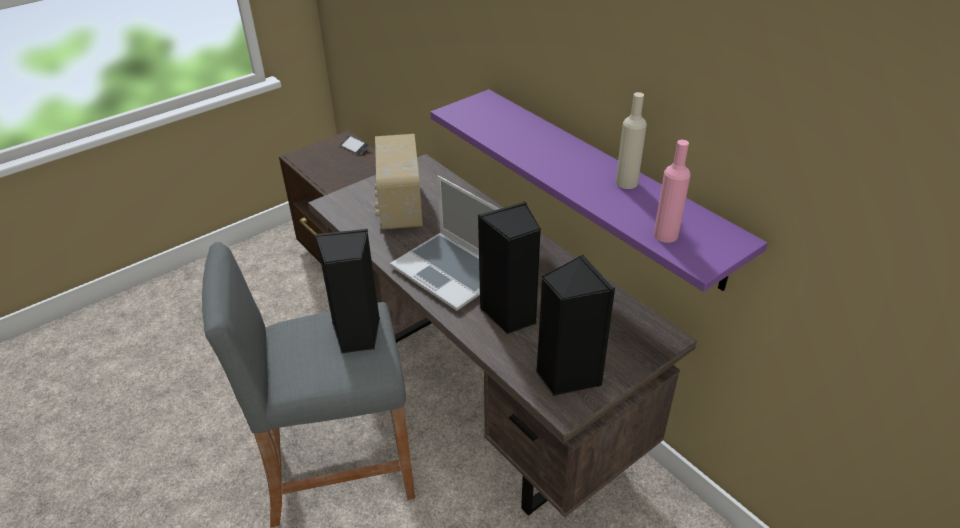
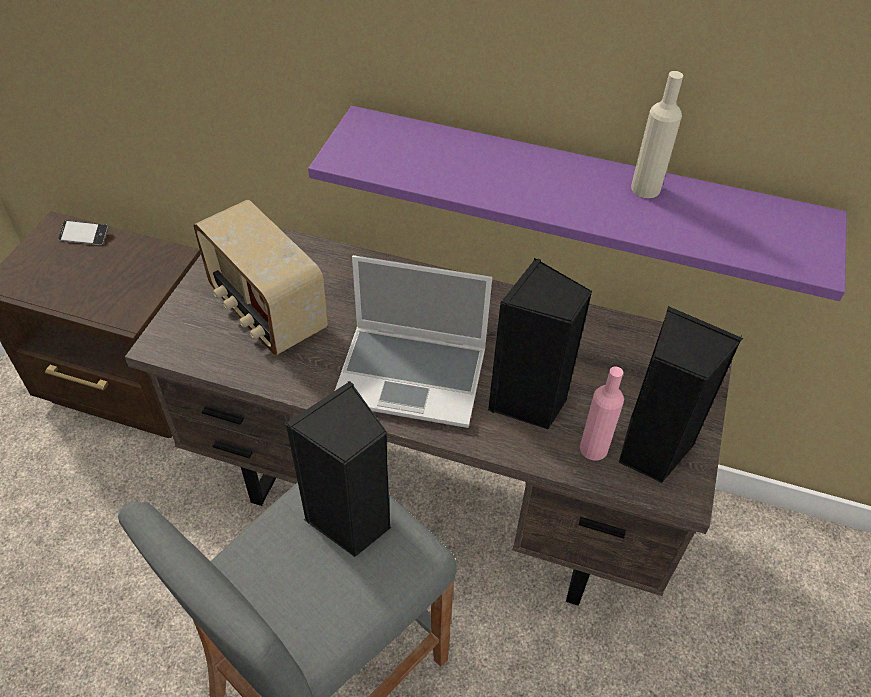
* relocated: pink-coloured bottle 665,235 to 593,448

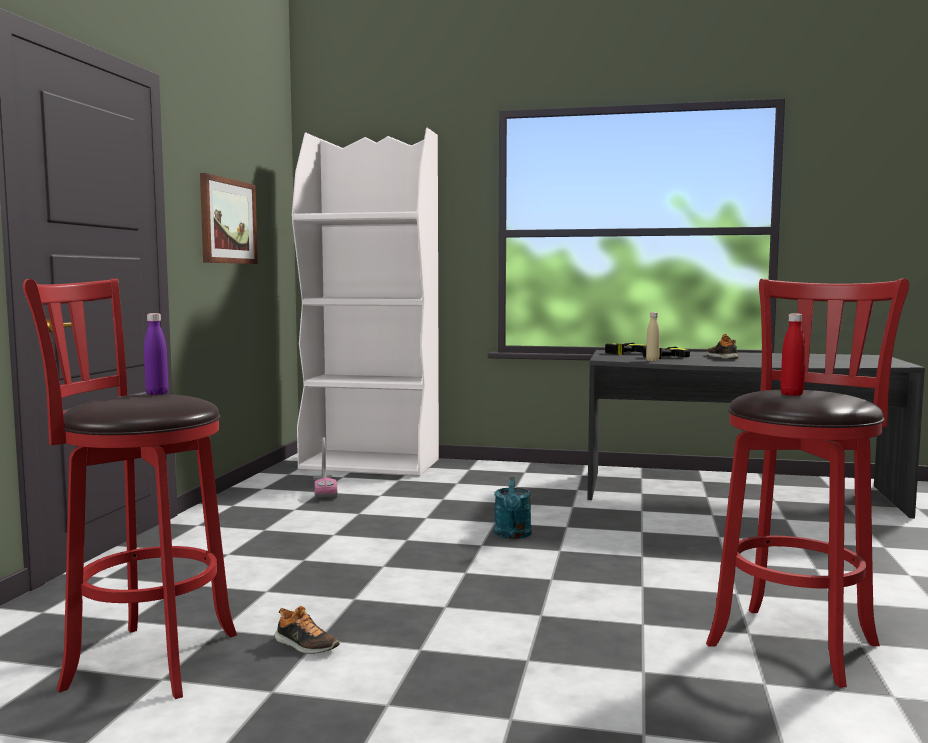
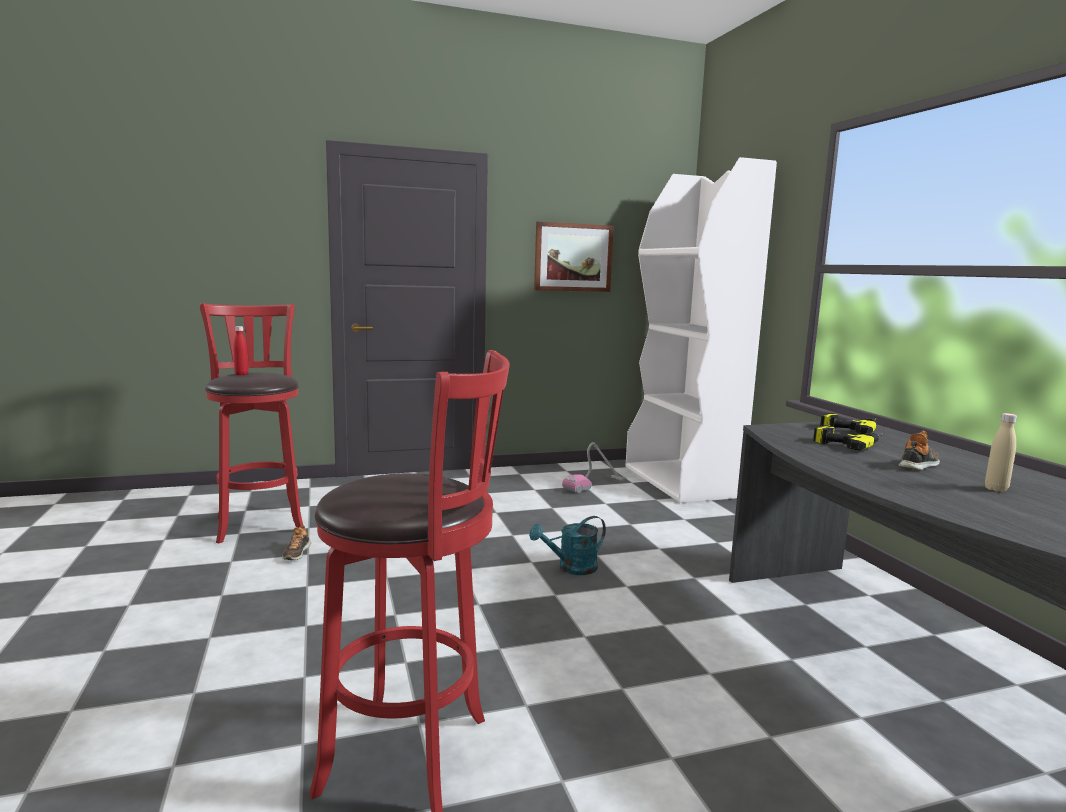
* missing: purple-coloured bottle 157,393
* relocated: sand-coloured bottle 652,360 to 996,489
* relocated: red bottle 791,394 to 241,374

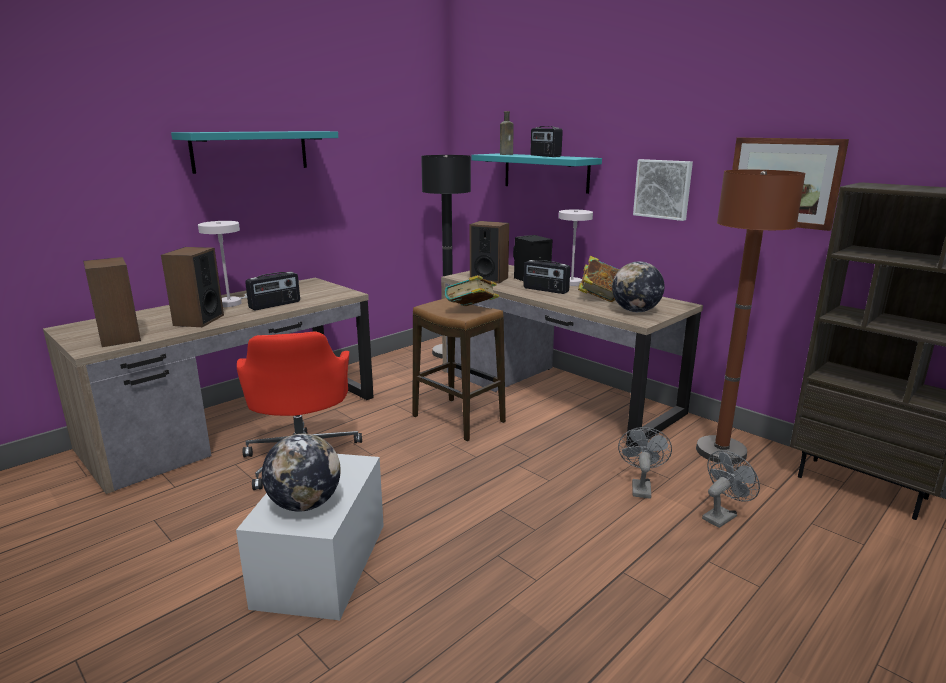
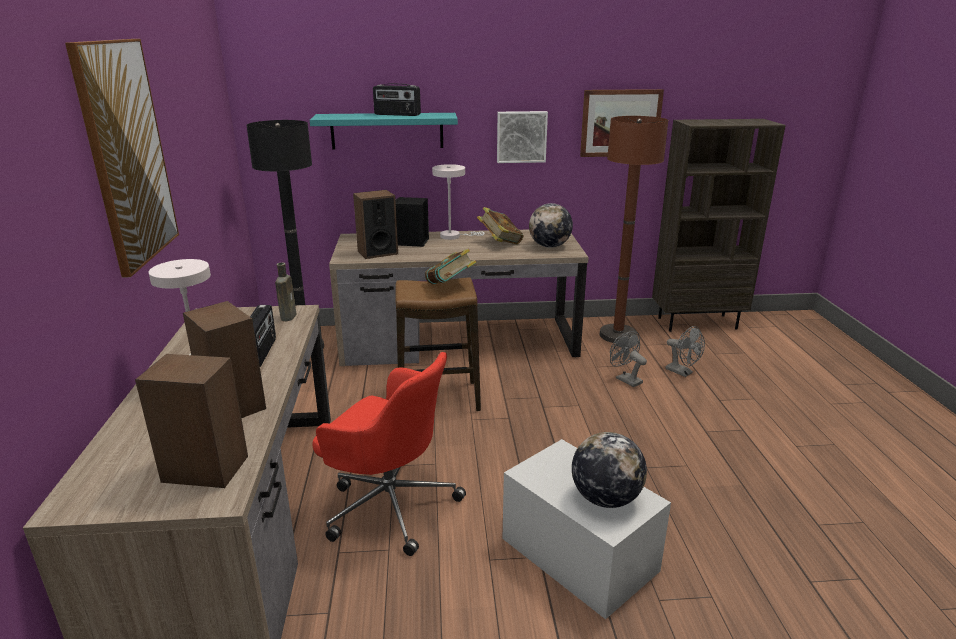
* exchanged: turquoise bracket shelf 250,151 to wall art 127,154
* relocated: brown bottle 507,154 to 289,316
* missing: radio set 545,290
* spun: greyish fan 722,515 = 682,372 135 degrees clockwise

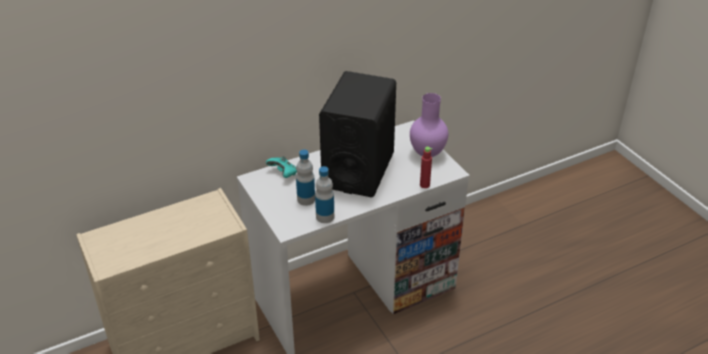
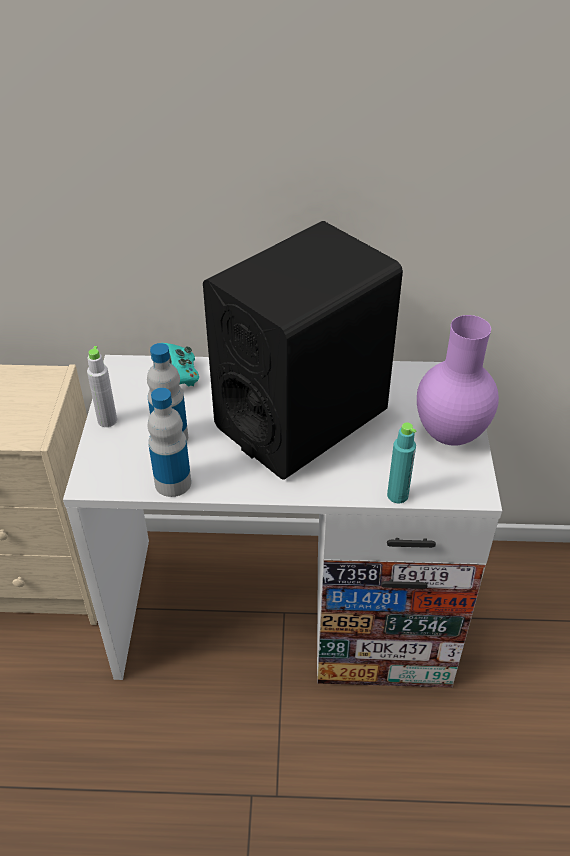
* colour: red bottle 424,185 to turquoise bottle 397,495
* appeared: greyish bottle 107,420

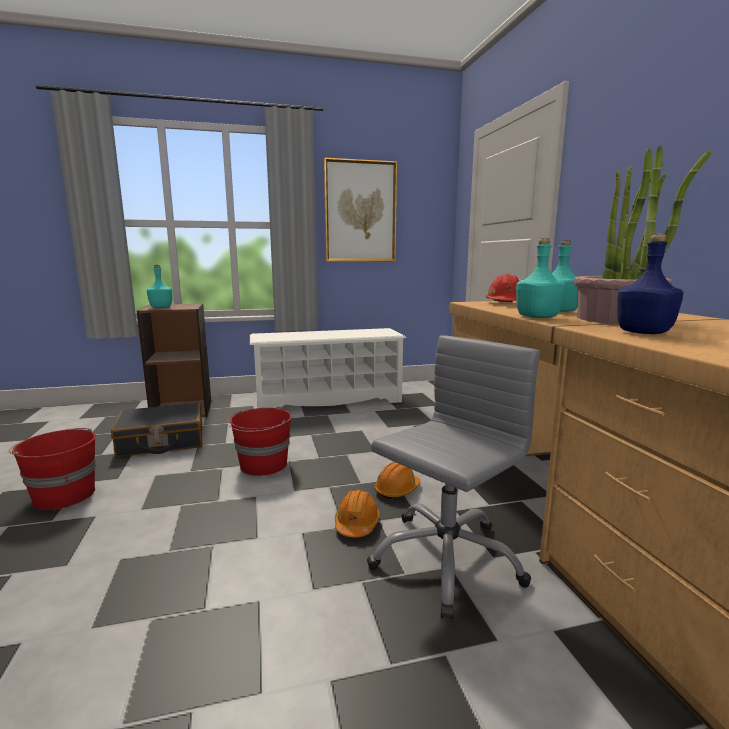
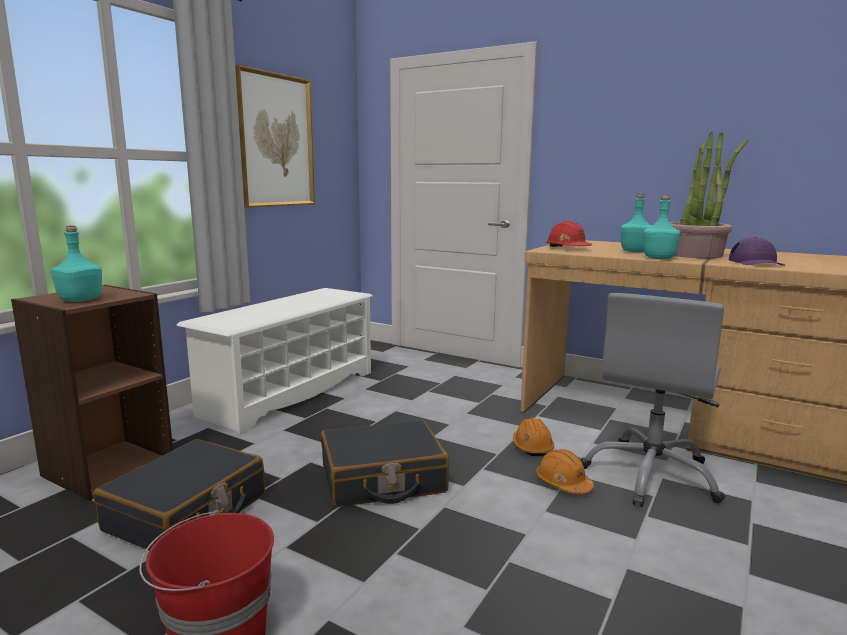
* exchanged: red pail 263,465 to black-coloured piece of luggage 382,479
* spun: greyish office chair 445,559 = 651,475 150 degrees counterclockwise
* exchanged: blue bottle 645,333 to purple-coloured baseball cap 756,262

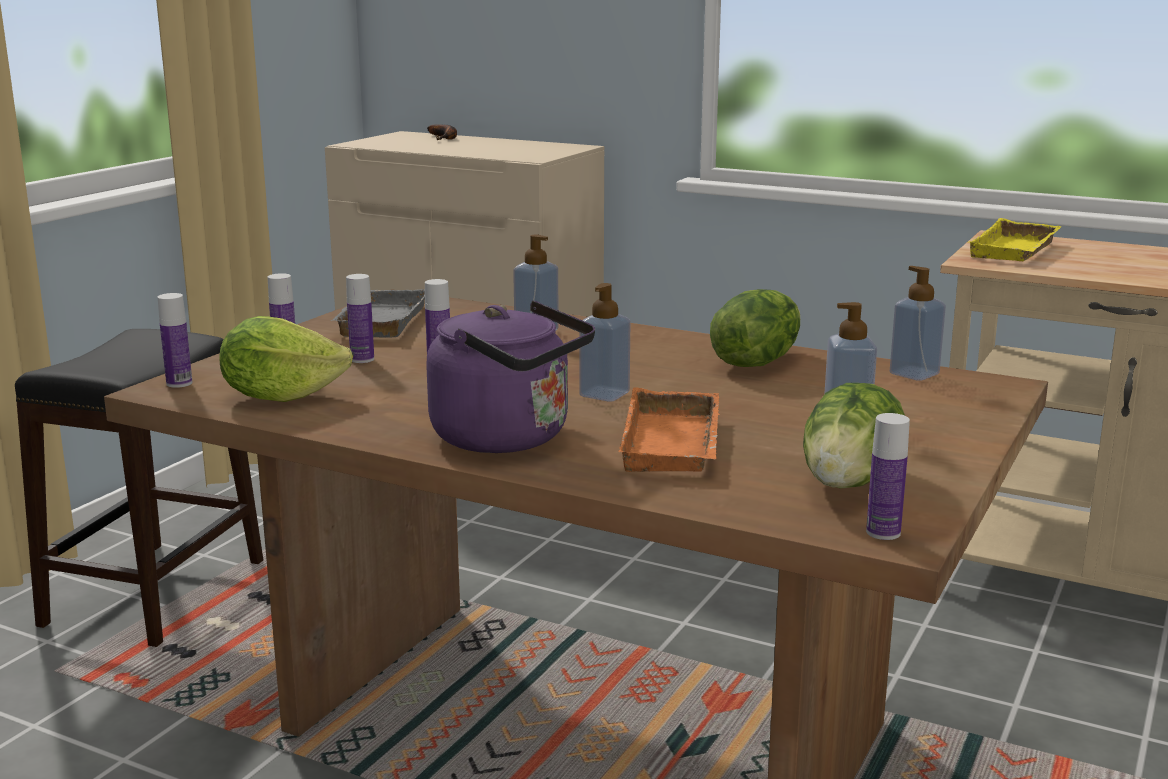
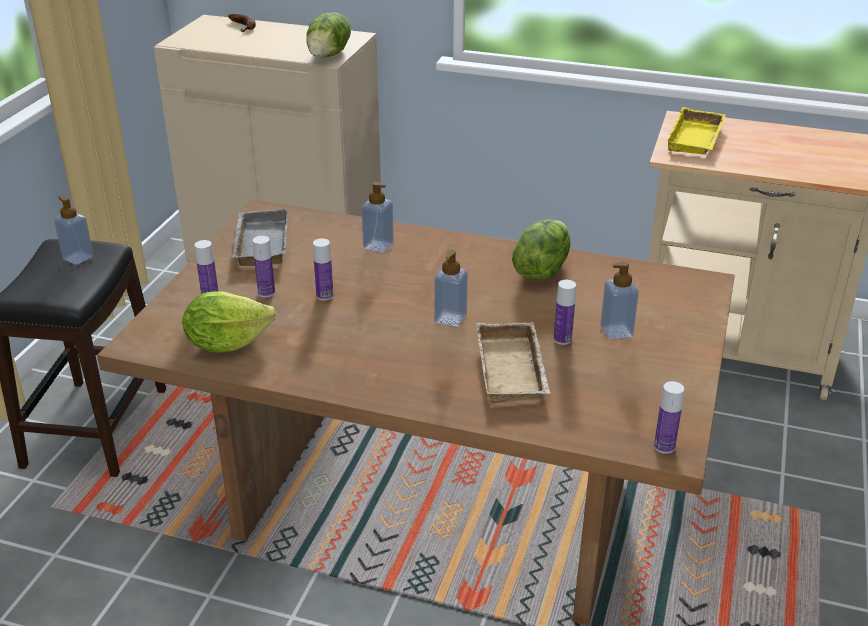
* relocated: bottle 179,383 to 562,339
* missing: purple-coloured water kettle 509,438
* colour: orangey serving tray 676,444 to sand-coloured serving tray 514,370
* relocated: lettuce 851,481 to 329,55
* relocated: liquid soap bottle 914,374 to 78,257

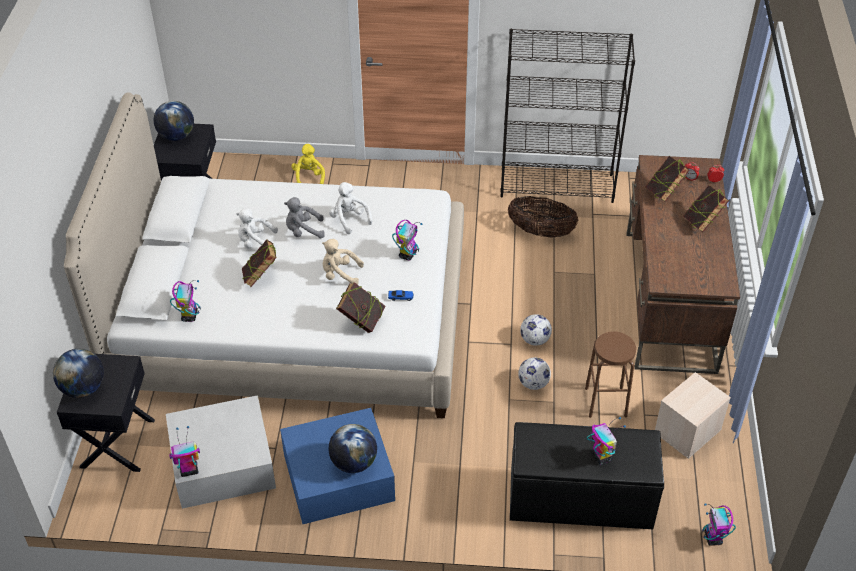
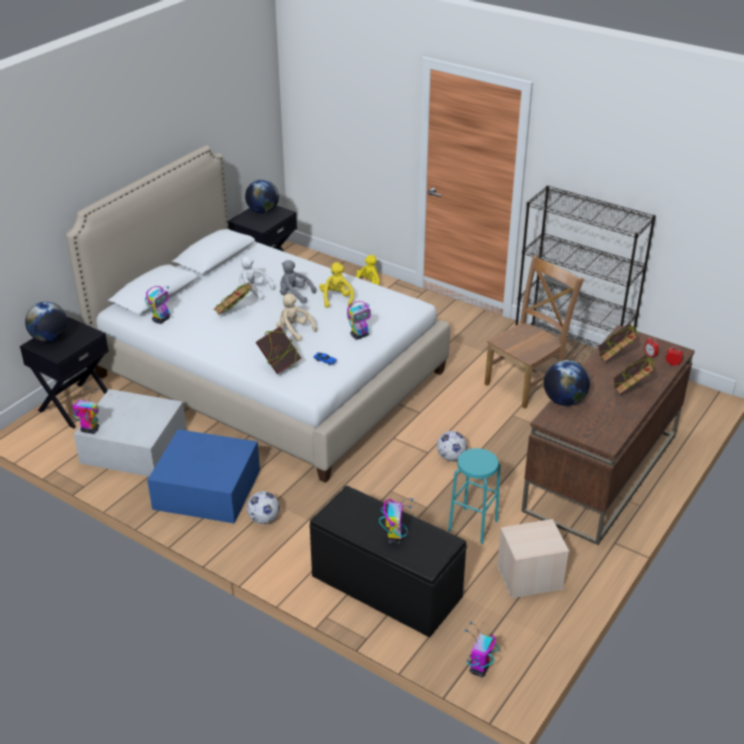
* relocated: globe 353,462 to 564,401
* colour: white cuddly toy 349,219 to yellow cuddly toy 336,299
* exchanged: storage basket 541,232 to brown plain chair 526,383
* relocated: football ball 533,383 to 263,519
* colour: brown stool seat 605,402 to turquoise stool seat 473,525

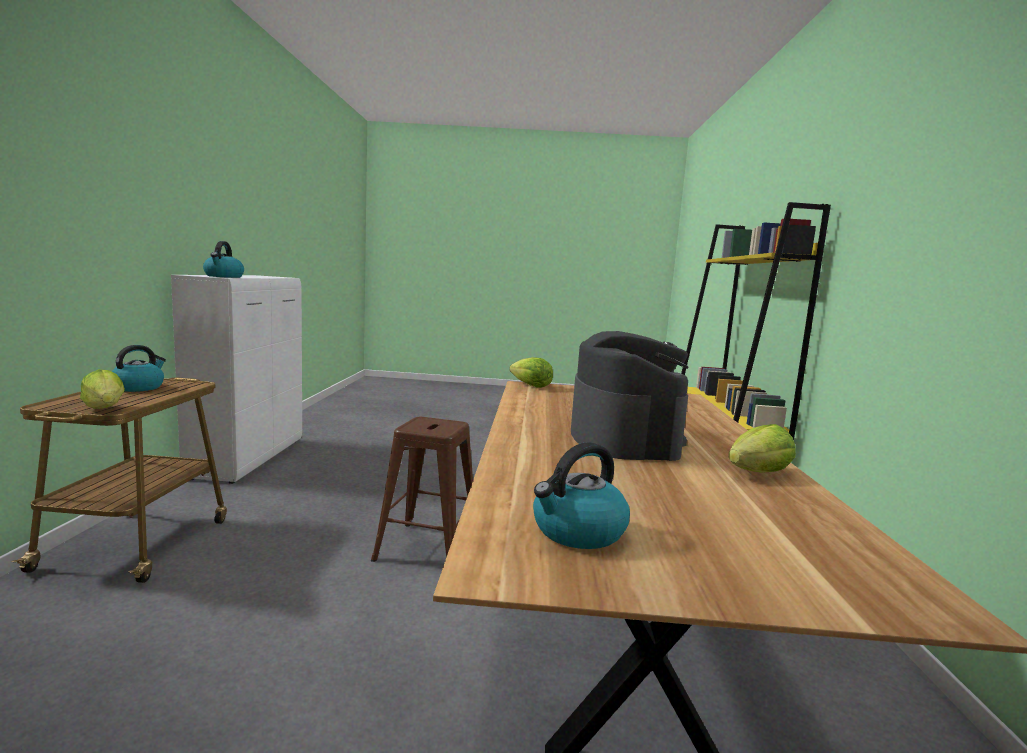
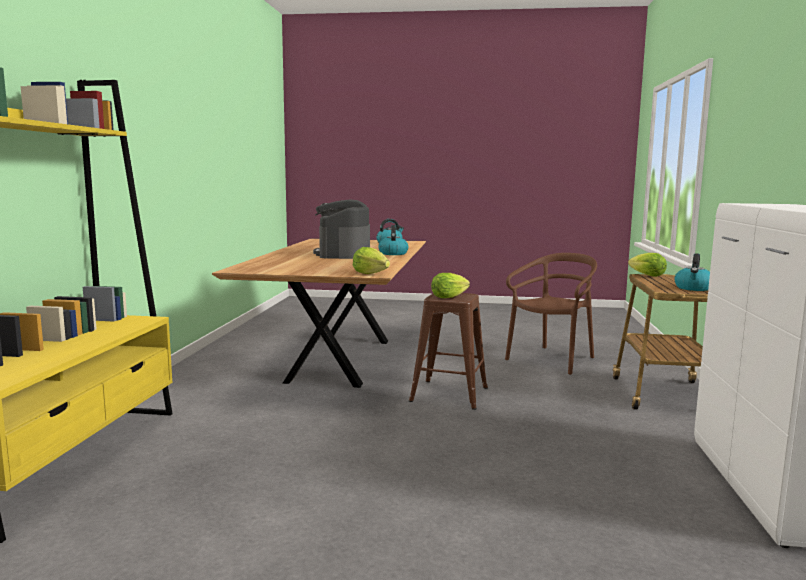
* relocated: water kettle 224,276 to 393,253
* relocated: lettuce 759,473 to 448,297
* appeared: brown plain chair 552,360

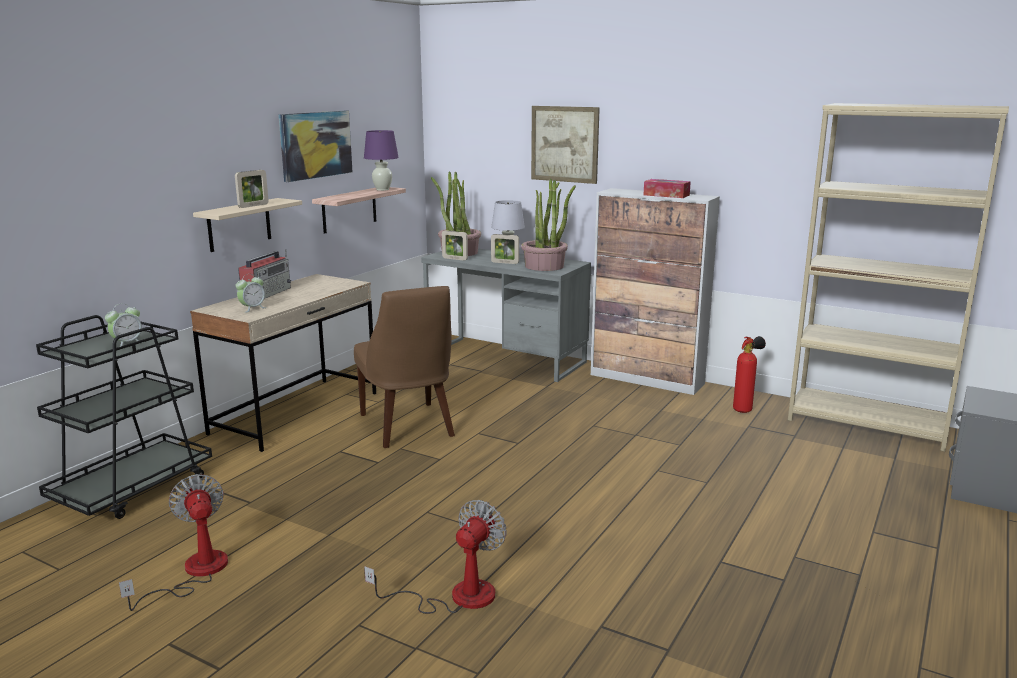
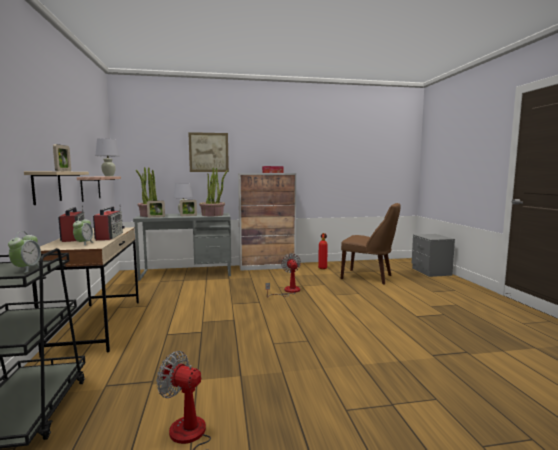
* missing: wall art 315,144
* relocated: brown plain chair 408,427 to 369,277
* colour: purple-coloured tabletop lamp 382,189 to white tabletop lamp 109,176
* relocated: fan 456,596 to 288,291
* missing: sand-coloured bookcase 867,424
* appeared: radio set 109,236

